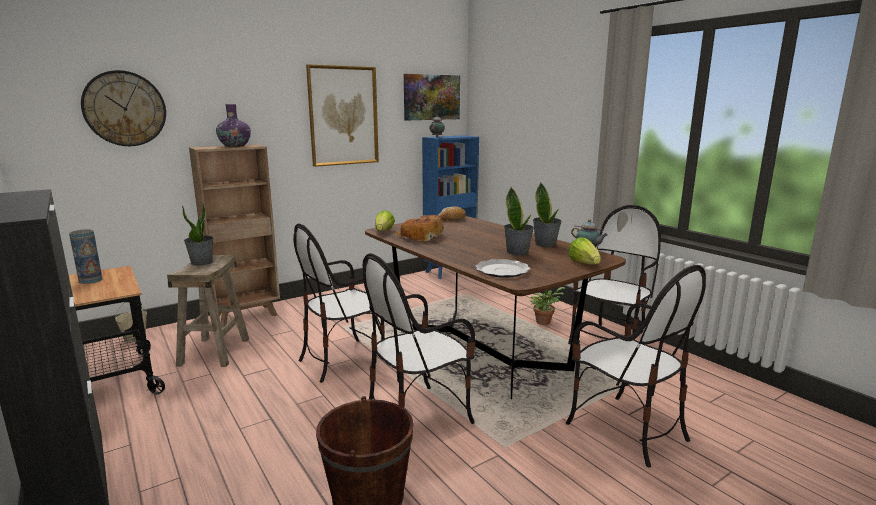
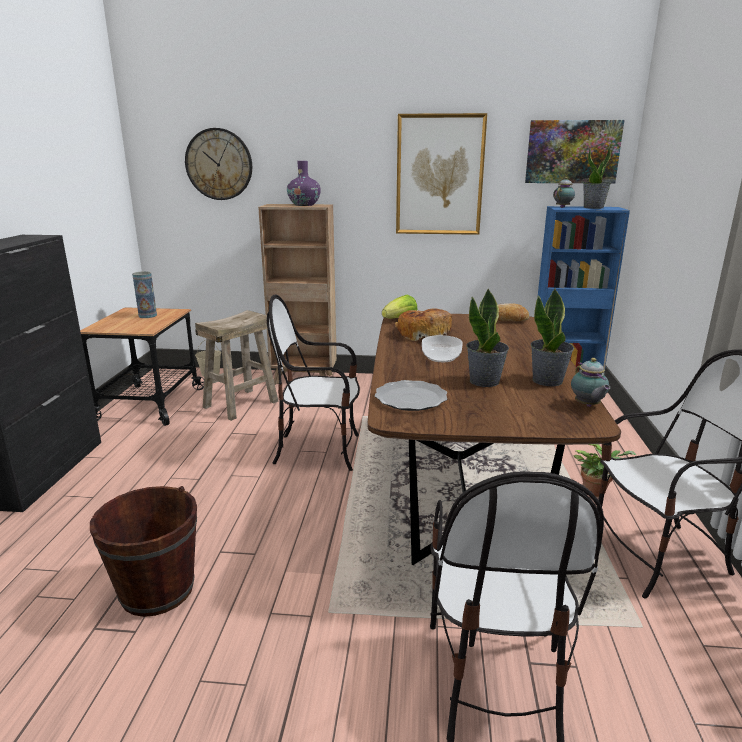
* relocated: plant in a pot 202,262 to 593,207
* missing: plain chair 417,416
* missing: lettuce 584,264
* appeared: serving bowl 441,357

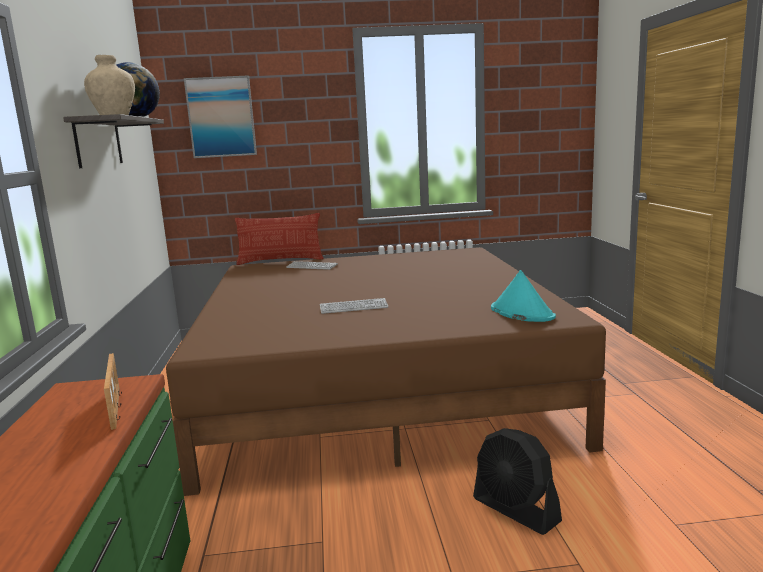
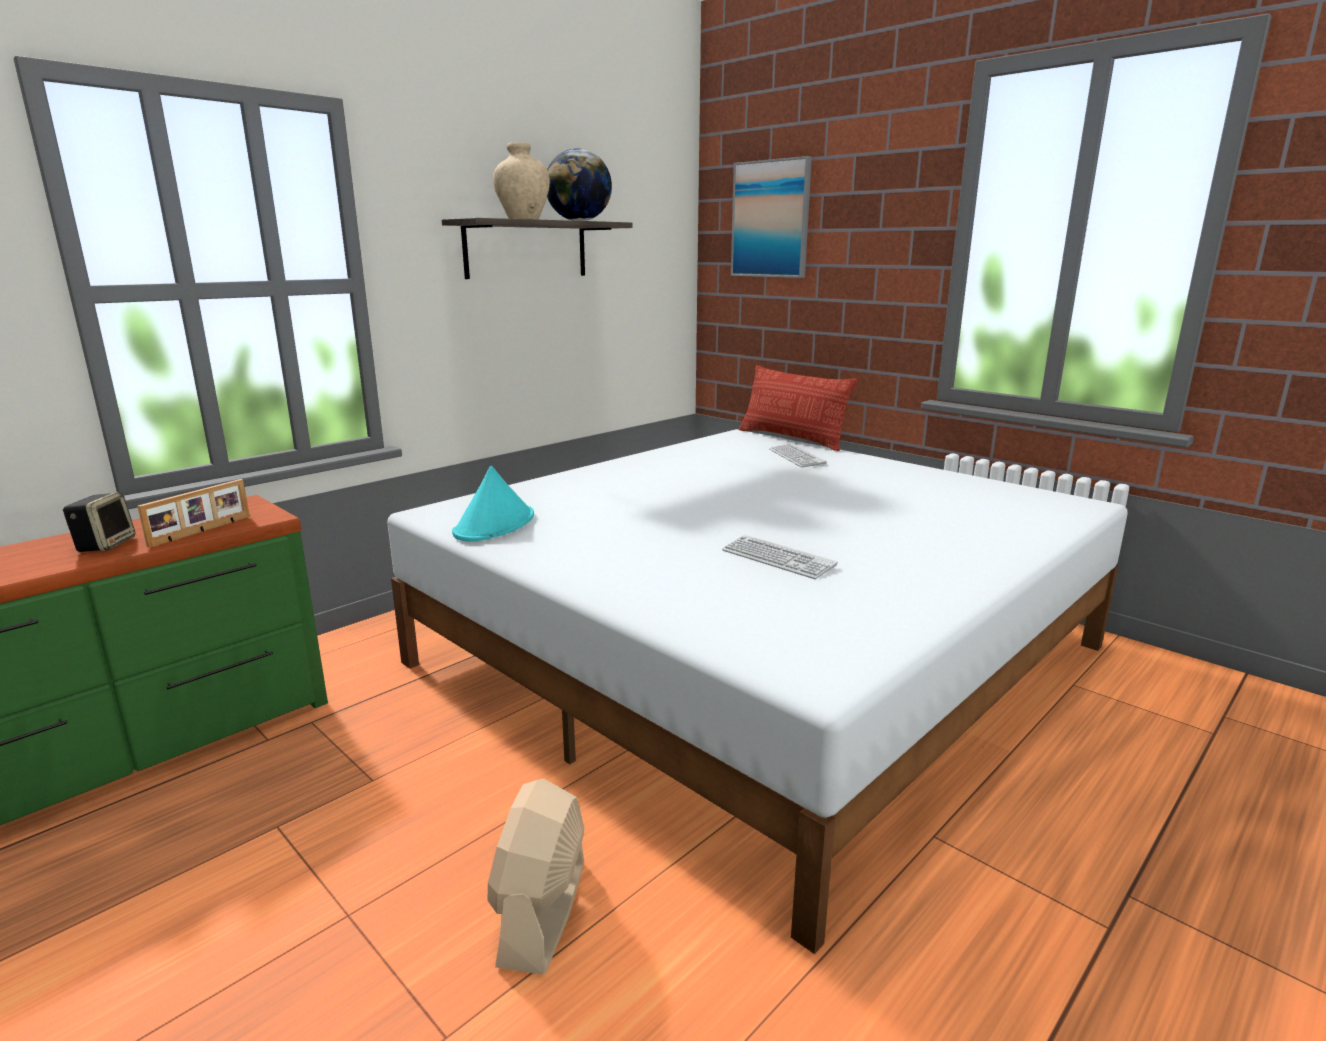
* colour: brown bed 377,383 to white bed 758,655
* relocated: keyboard 353,307 to 778,558
* colour: black-coloured fan 516,510 to sand-coloured fan 542,913
* relocated: turquoise clothing hat 521,312 to 495,525
* appeared: loudspeaker 105,544

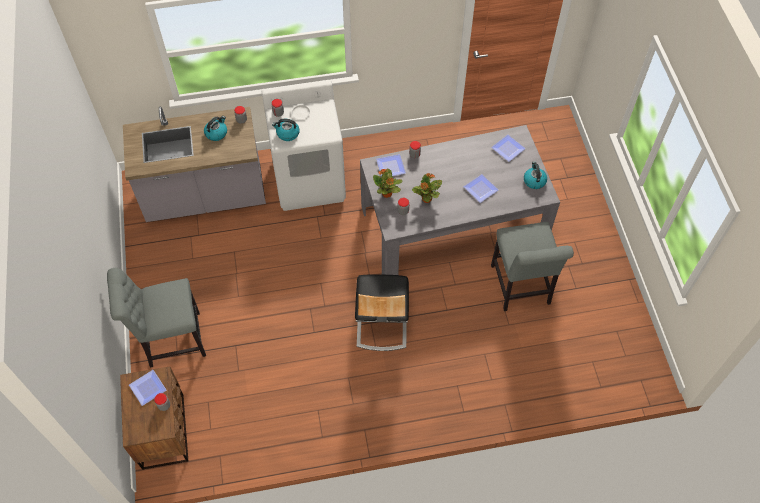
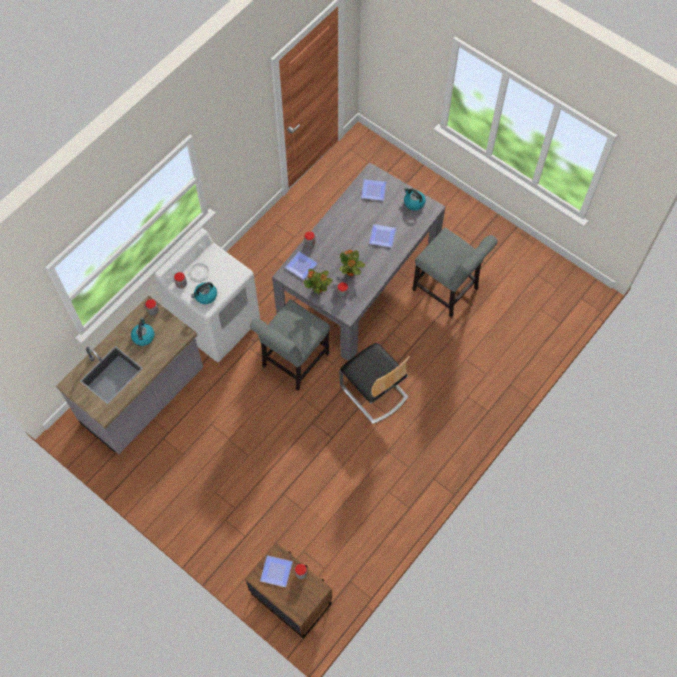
* relocated: greyish plain chair 171,340 to 293,362

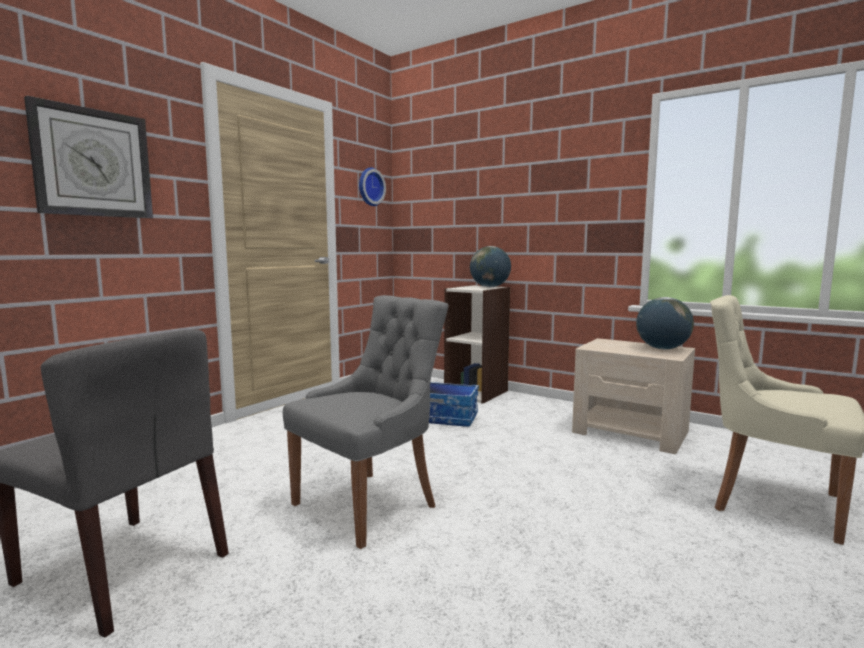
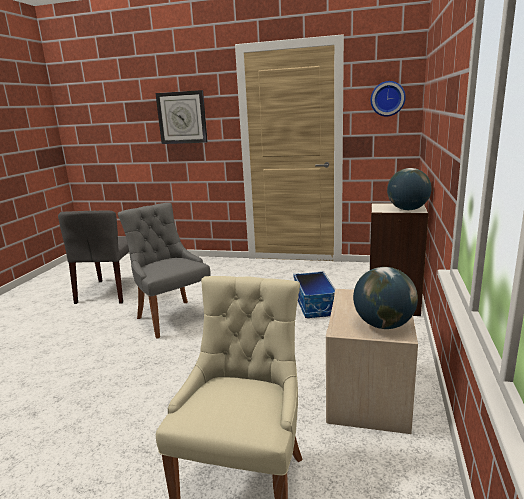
* spun: greyish plain chair 369,504 = 172,317 150 degrees counterclockwise

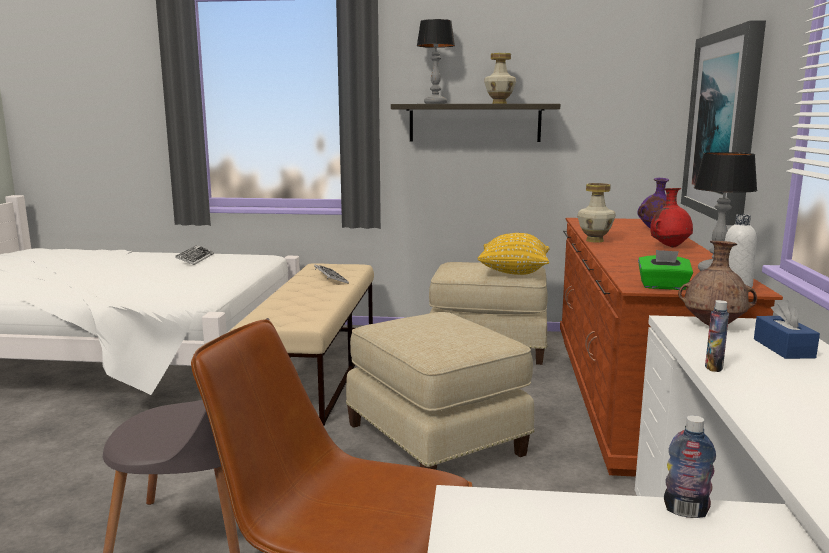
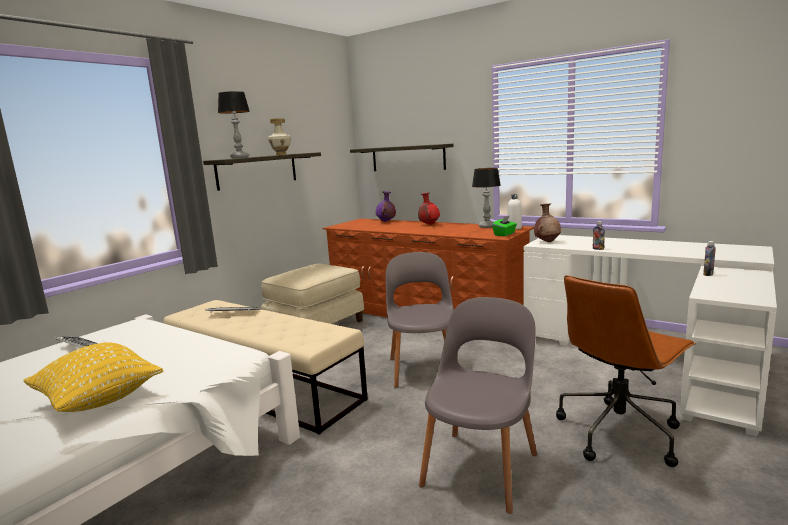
* exchanged: sand-coloured footrest 437,438 to greyish plain chair 423,368
* relocated: yellow throw pillow 514,272 to 99,400
* missing: decorative vase 595,240
* exchanged: wall art 724,124 to bracket shelf 407,158
* missing: blue tissue holder 783,348

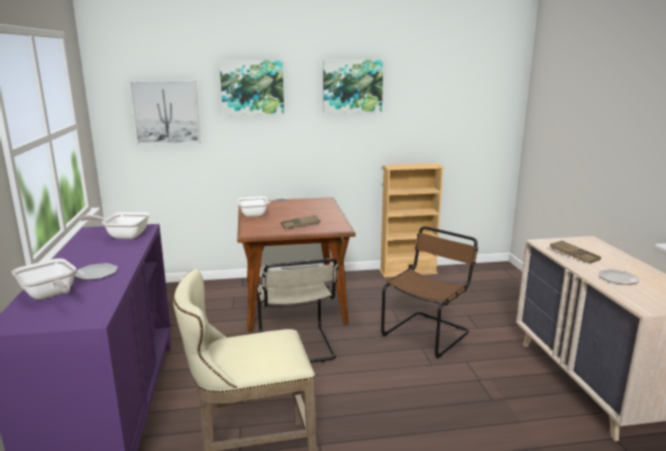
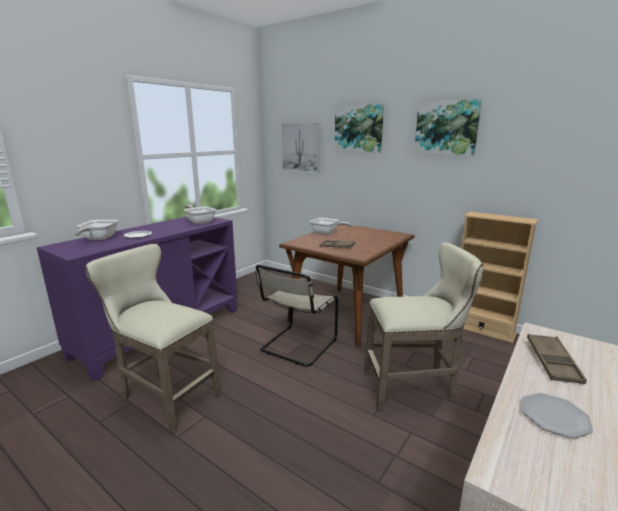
* exchanged: brown plain chair 427,333 to sand-coloured stool seat 414,388

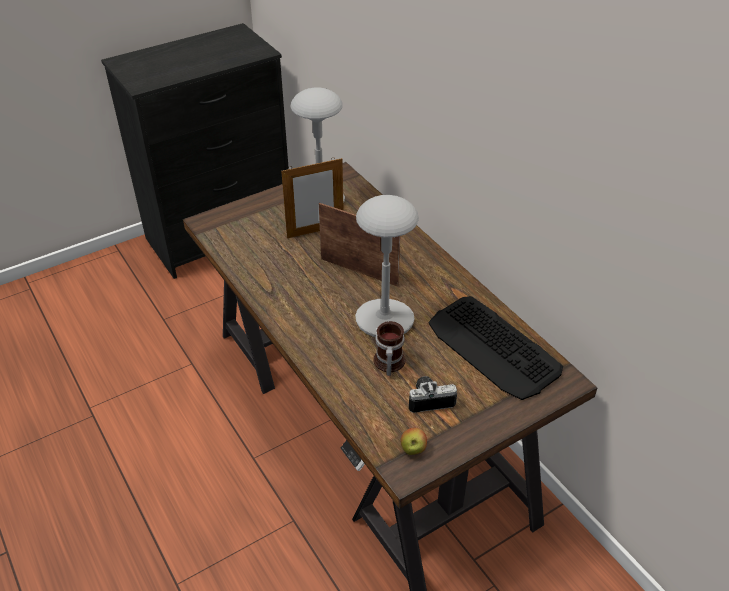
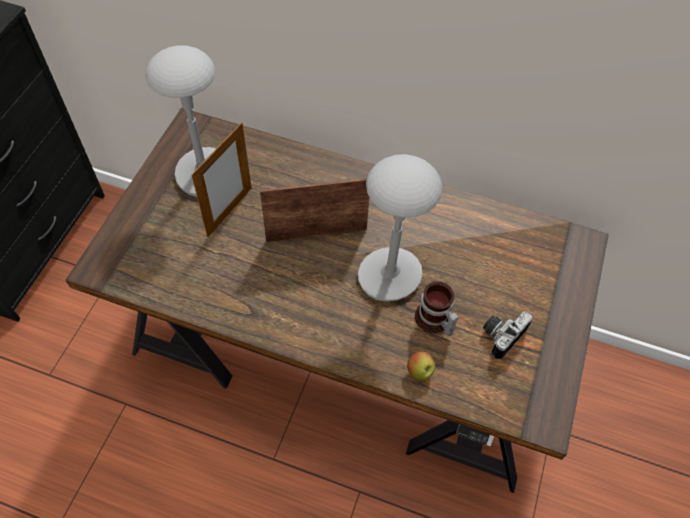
* relocated: apple fruit 413,449 to 419,371
* missing: keyboard 493,348

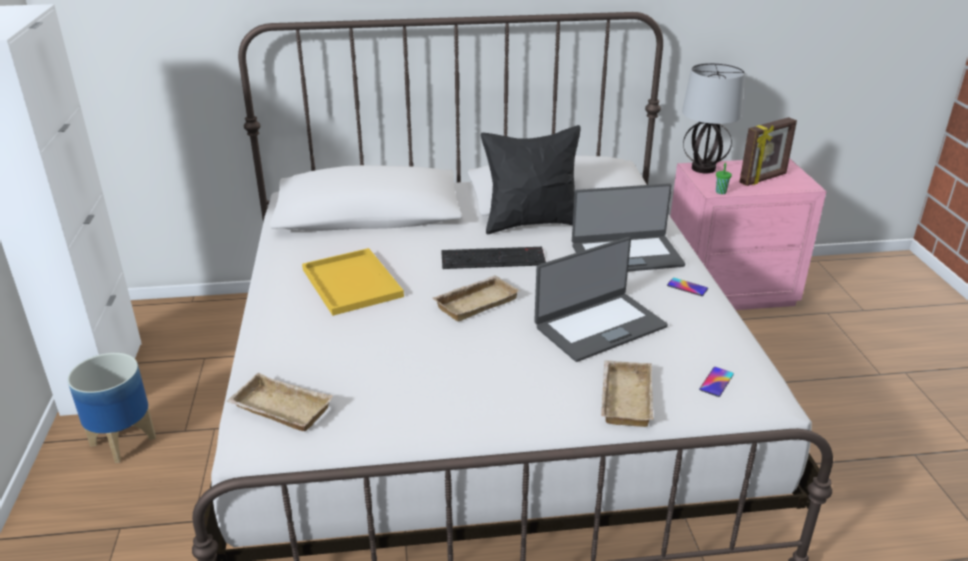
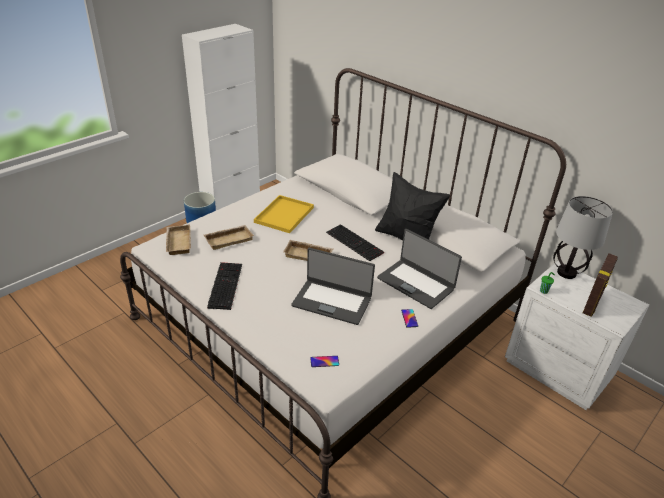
* relocated: sand-coloured serving tray 623,397 to 229,239
* colour: pink-coloured nightstand 728,289 to white nightstand 558,369
* spun: picture frame 763,179 = 593,303 75 degrees counterclockwise
* appeared: keyboard 224,285

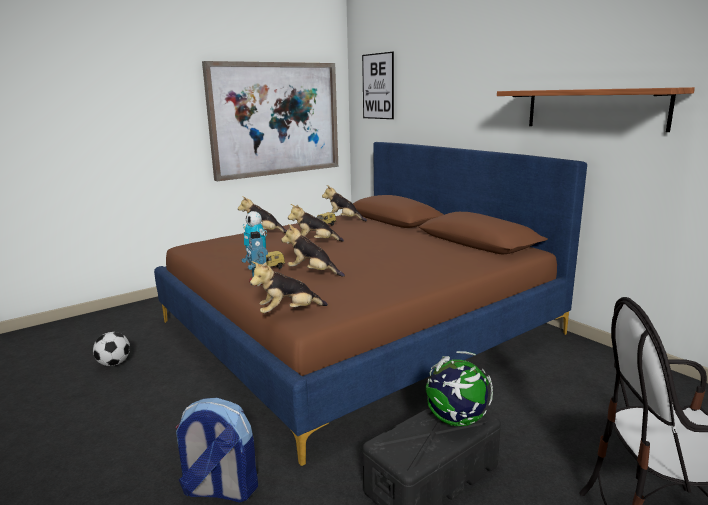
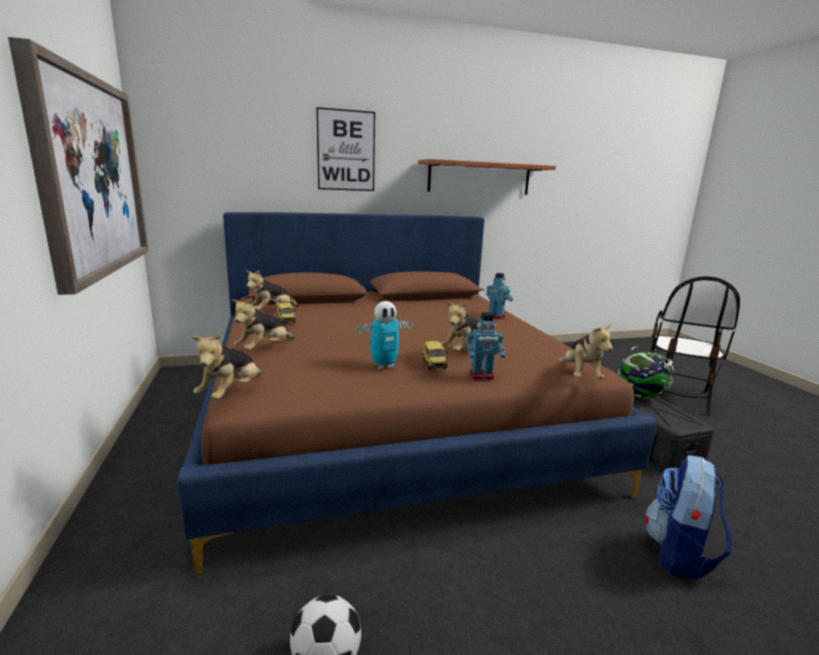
* relocated: cuddly toy 315,242 to 231,393
* relocated: wall art 378,86 to 346,150
* appeared: robot figure 496,316

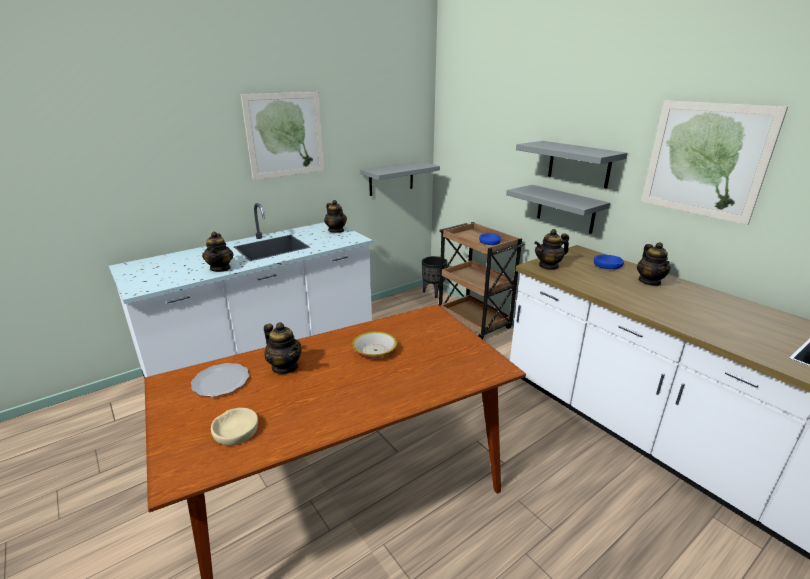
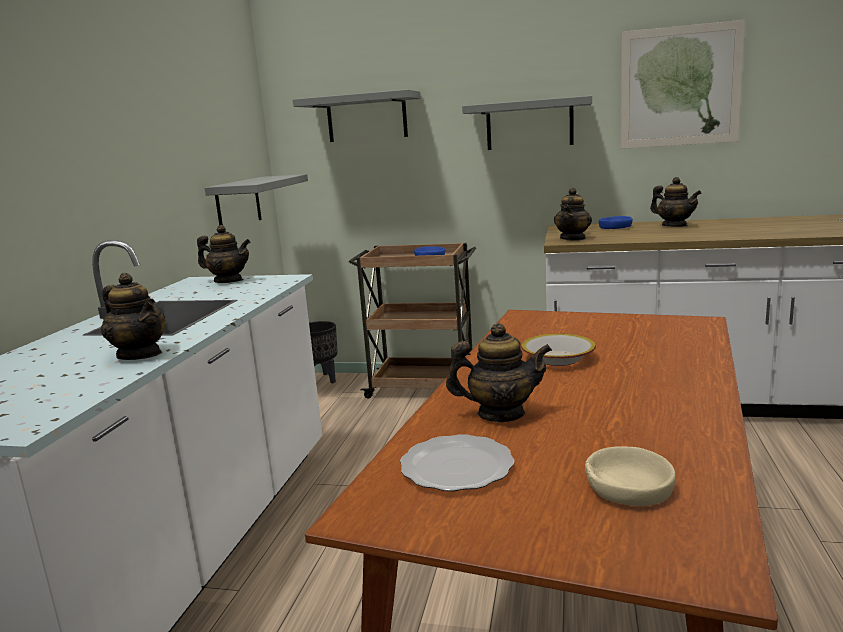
* missing: wall art 285,135
* relocated: greyish bracket shelf 566,209 to 366,117

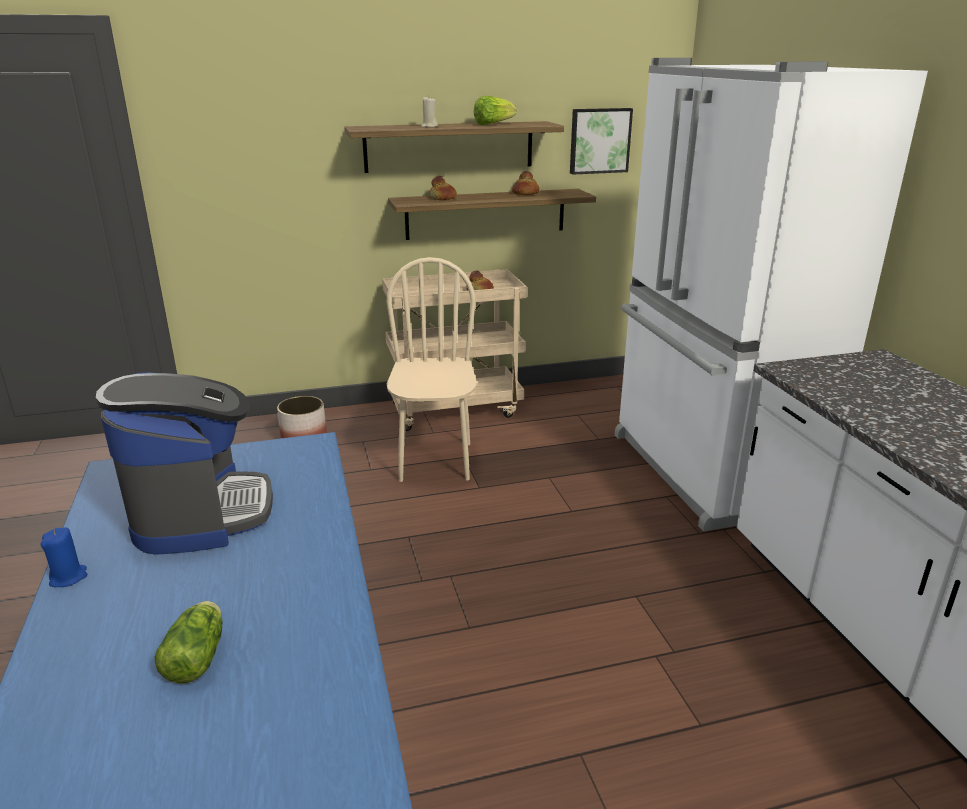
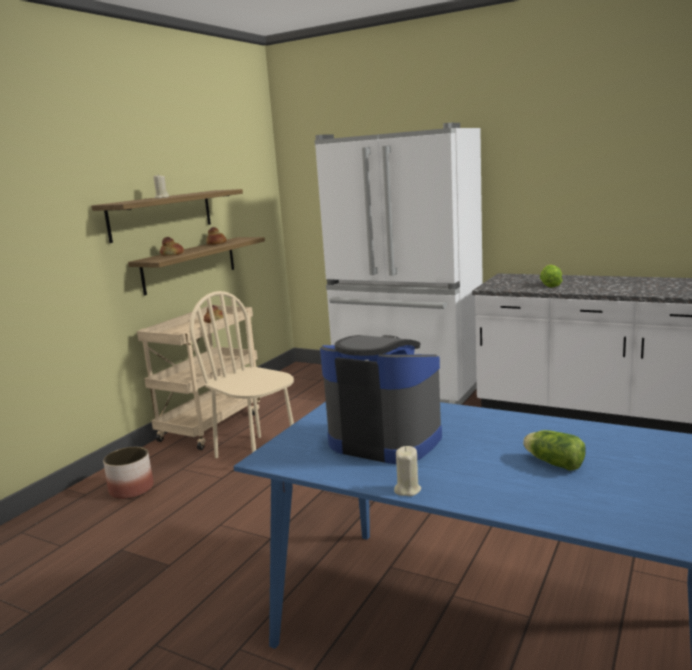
* colour: blue wax light 68,577 to sand-coloured wax light 407,489
* relocated: lettuce 493,124 to 550,285
* missing: wall art 599,140

